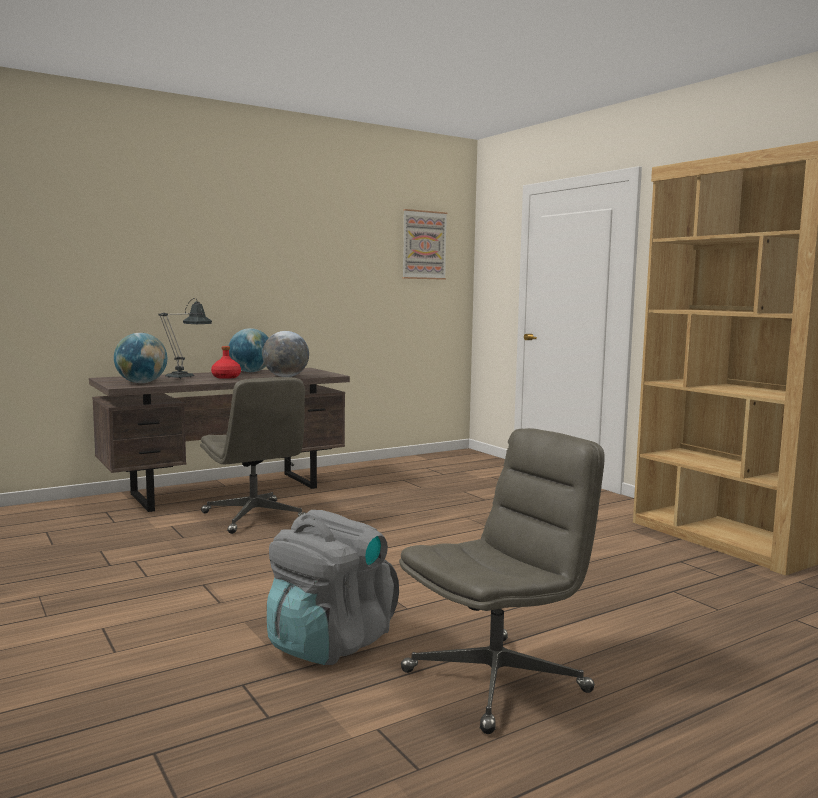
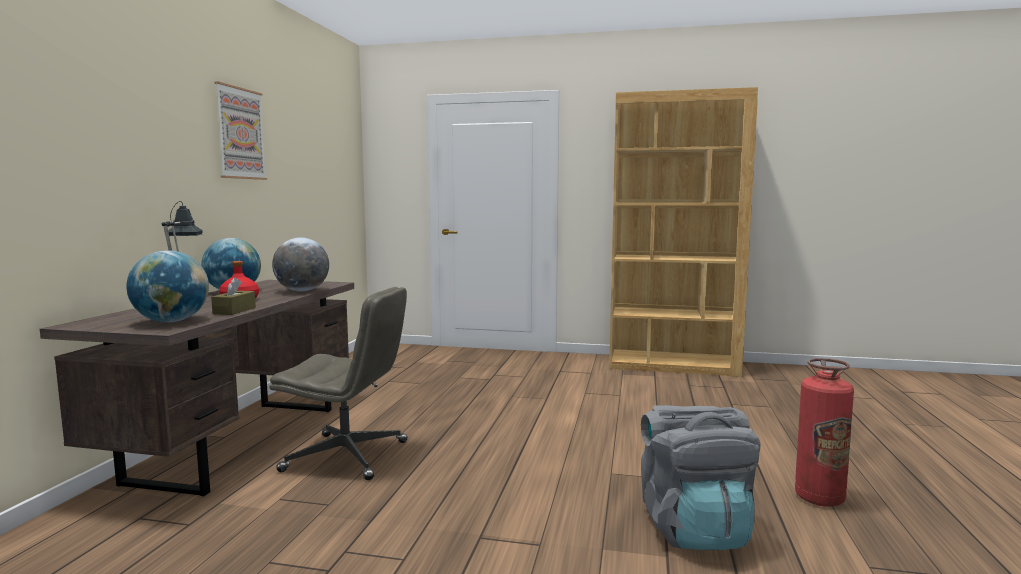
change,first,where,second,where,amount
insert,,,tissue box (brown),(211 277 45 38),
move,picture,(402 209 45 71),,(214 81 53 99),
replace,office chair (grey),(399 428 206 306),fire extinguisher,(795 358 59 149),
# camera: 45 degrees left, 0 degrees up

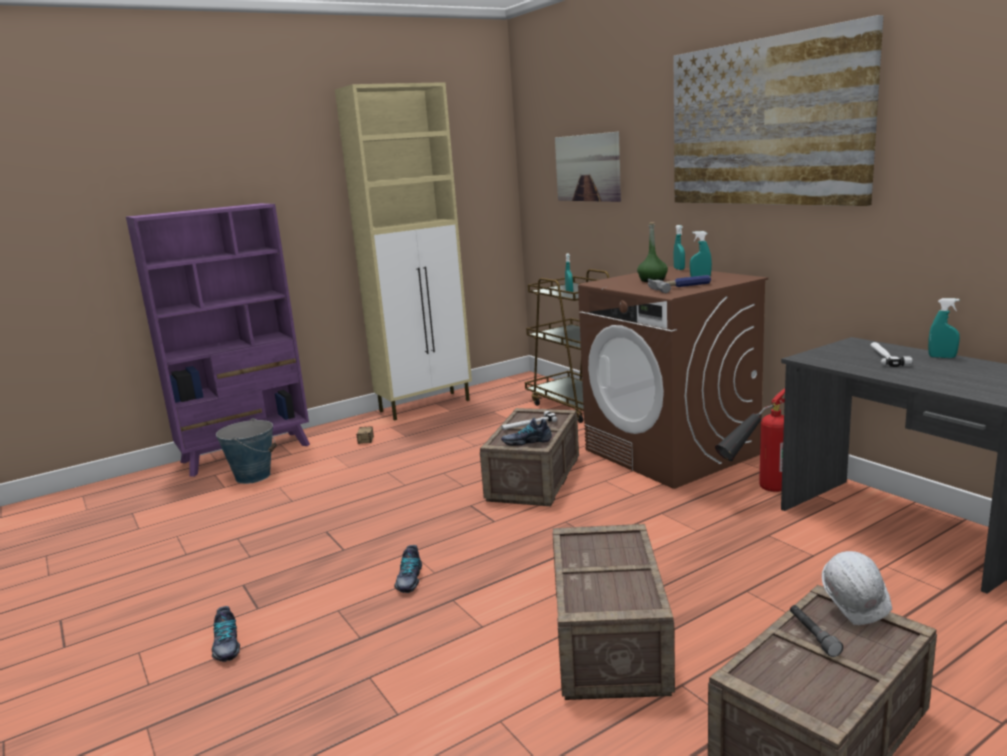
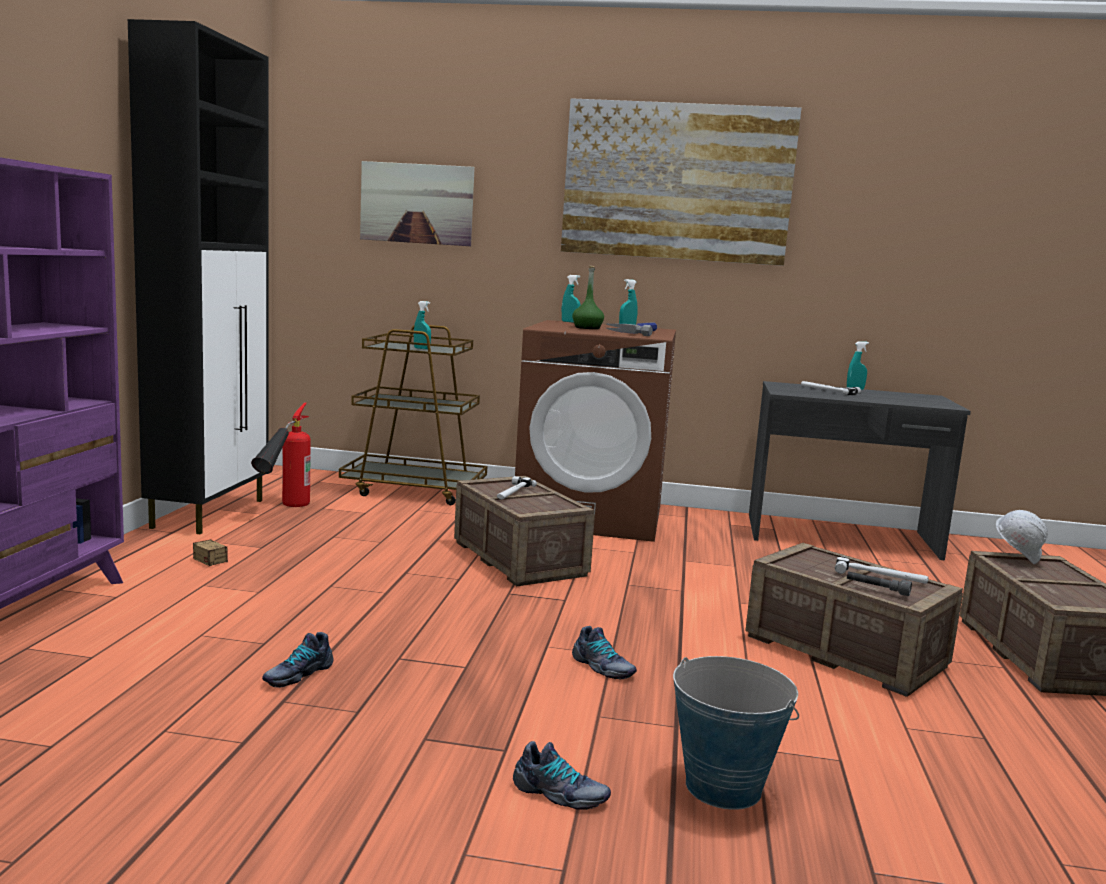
change,first,where,second,where,amount
insert,,,hammer,(835 556 94 27),
move,bucket,(216 418 61 66),,(673 656 126 154),
move,shoe,(501 418 51 28),,(262 632 72 56),
move,fire extinguisher,(715 388 70 104),,(251 403 60 104),
move,flashlight (grey),(790 605 53 52),,(847 571 65 25),
recolor,cabinet (beige),(335 82 137 338),cabinet (black),(128 19 140 515),
# camera: 50 degrees left, 5 degrees down

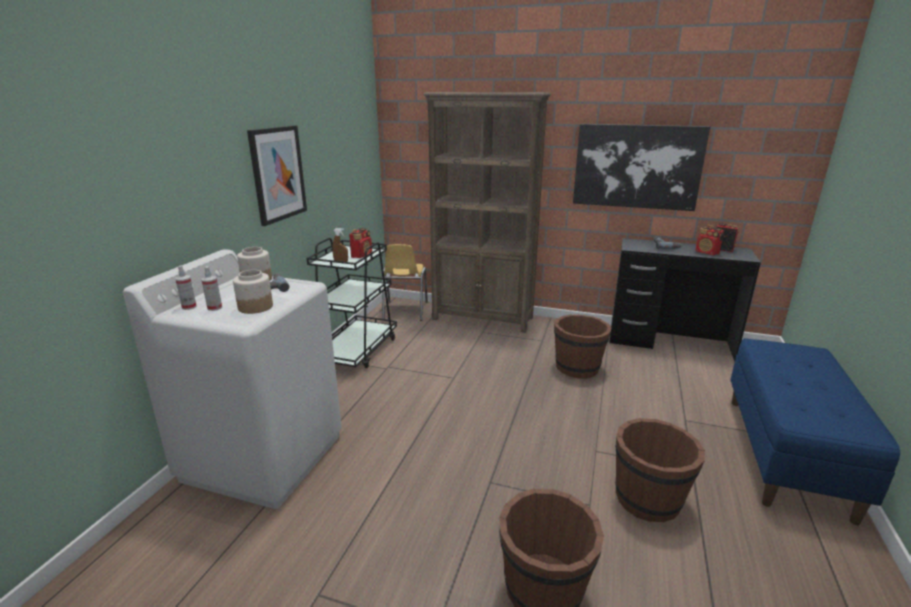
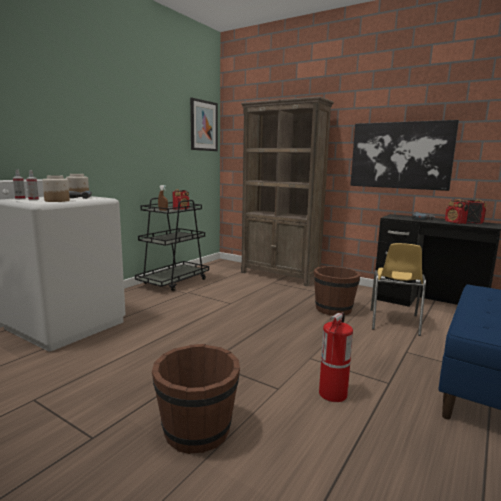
change,first,where,second,where,amount
move,picture,(247 125 60 101),,(190 98 28 53),
move,chair (yellow),(382 244 46 77),,(371 243 55 93),
replace,bucket (brown),(615 418 90 104),fire extinguisher,(319 312 34 90),
# camera: 15 degrees right, 10 degrees down

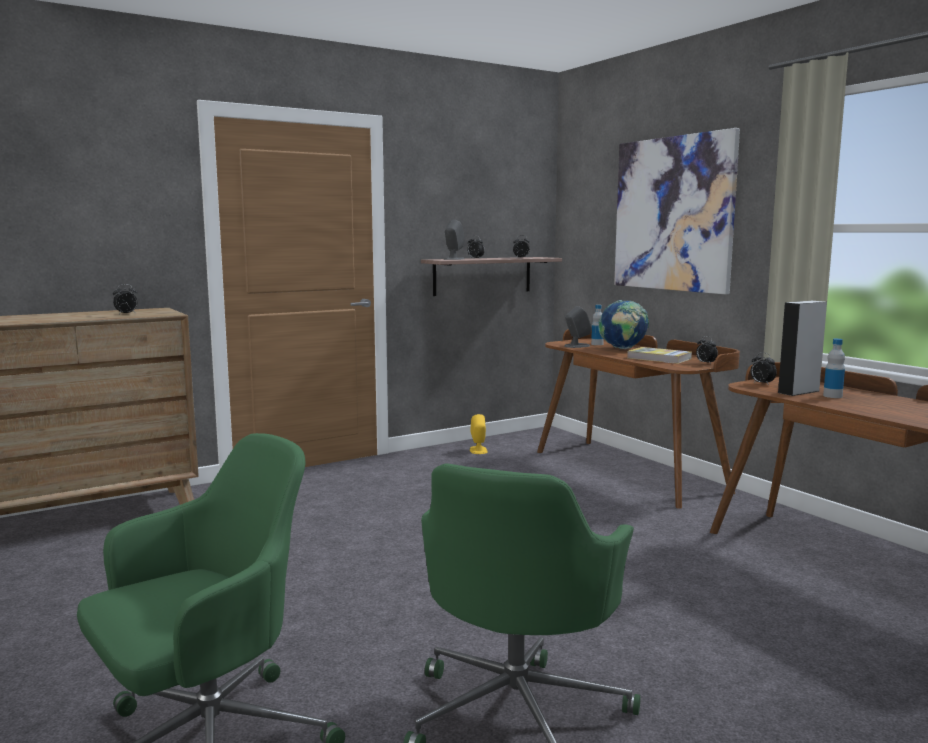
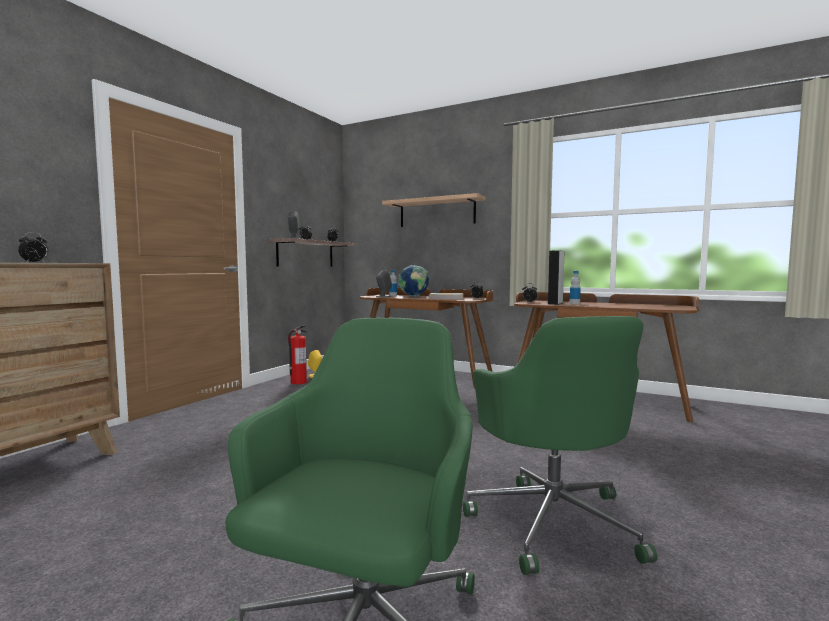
change,first,where,second,where,amount
insert,,,fire extinguisher,(288 325 19 59),
replace,picture,(614 128 126 166),shelf,(382 193 103 34),
# camera: 30 degrees left, 5 degrees down

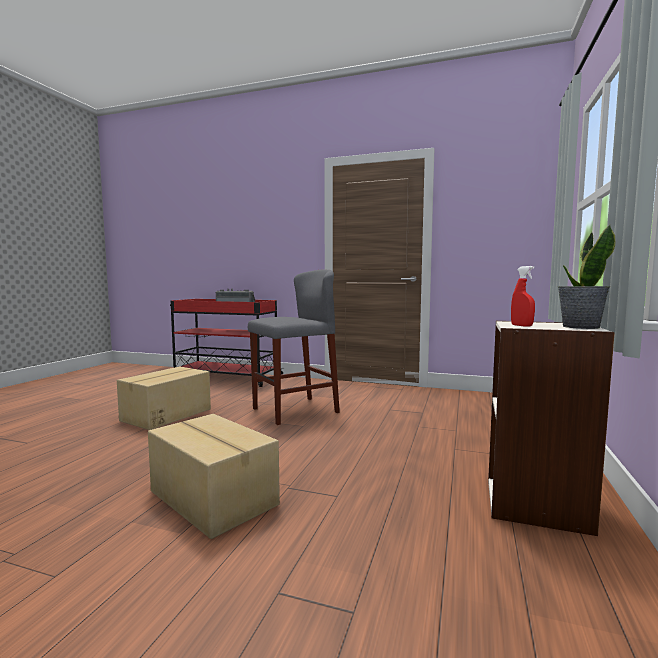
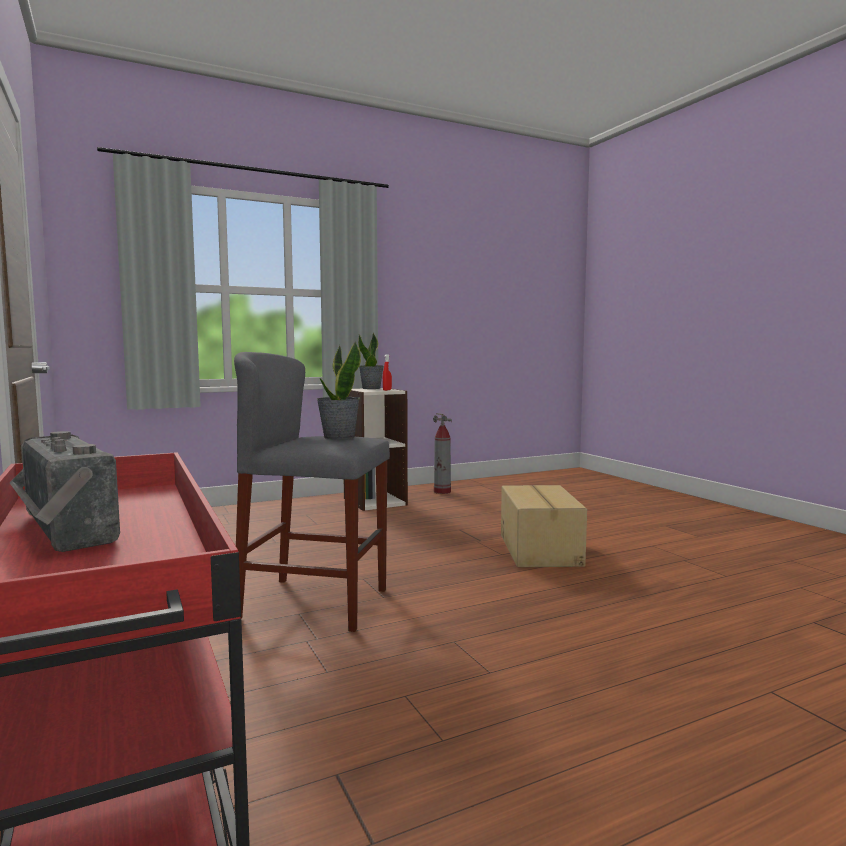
change,first,where,second,where,amount
delete,cardboard box,(117 366 94 64),,,
insert,,,potted plant,(317 341 44 98),
insert,,,fire extinguisher,(433 413 19 81),
# camera: 135 degrees left, 0 degrees up

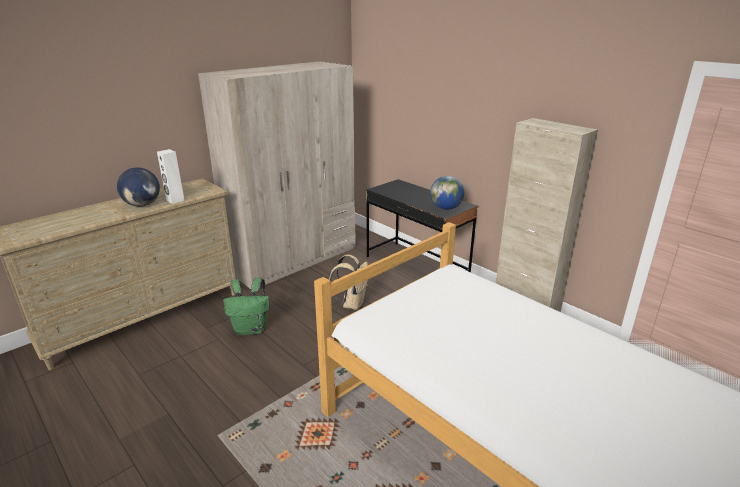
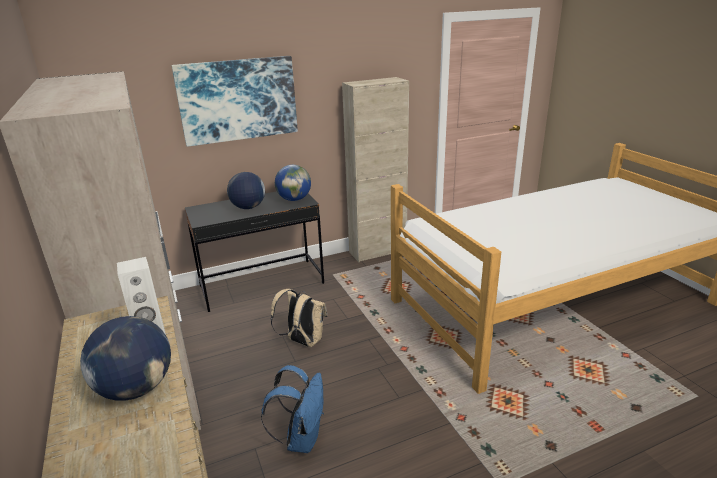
change,first,where,second,where,amount
insert,,,picture,(171 56 127 91),
insert,,,globe,(227 172 38 37),
recolor,backpack (green),(224 278 45 57),backpack (blue),(261 365 63 88),
# camera: 70 degrees left, 0 degrees up

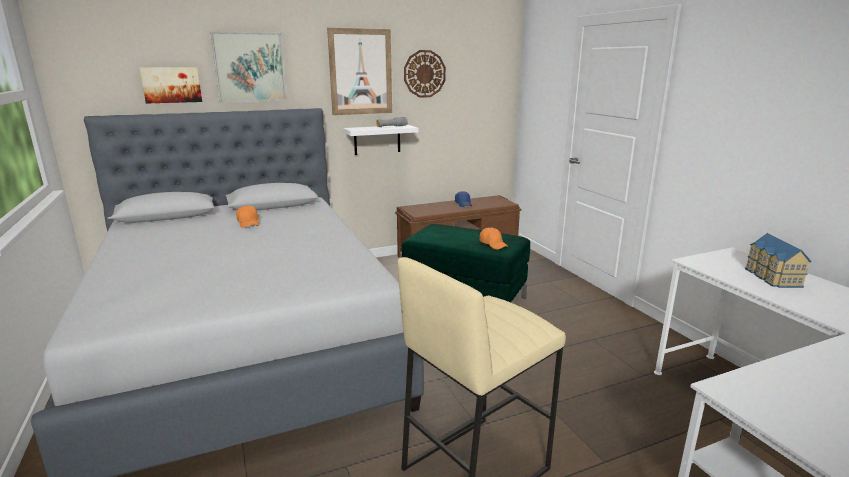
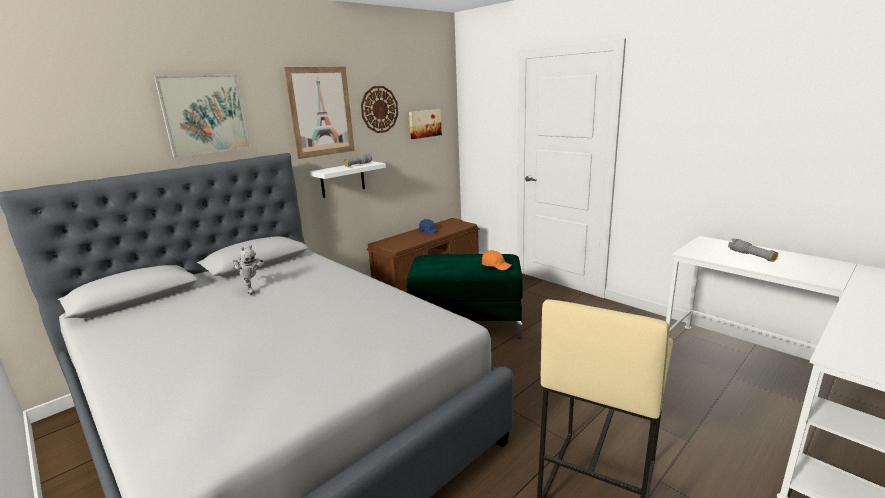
change,first,where,second,where,amount
move,picture,(139 67 63 37),,(409 109 33 30),
replace,cap (orange),(236 206 23 22),toy robot,(233 245 31 50),
replace,toy house,(745 233 66 55),flashlight (grey),(728 238 50 24),
# camera: 20 degrees left, 0 degrees up

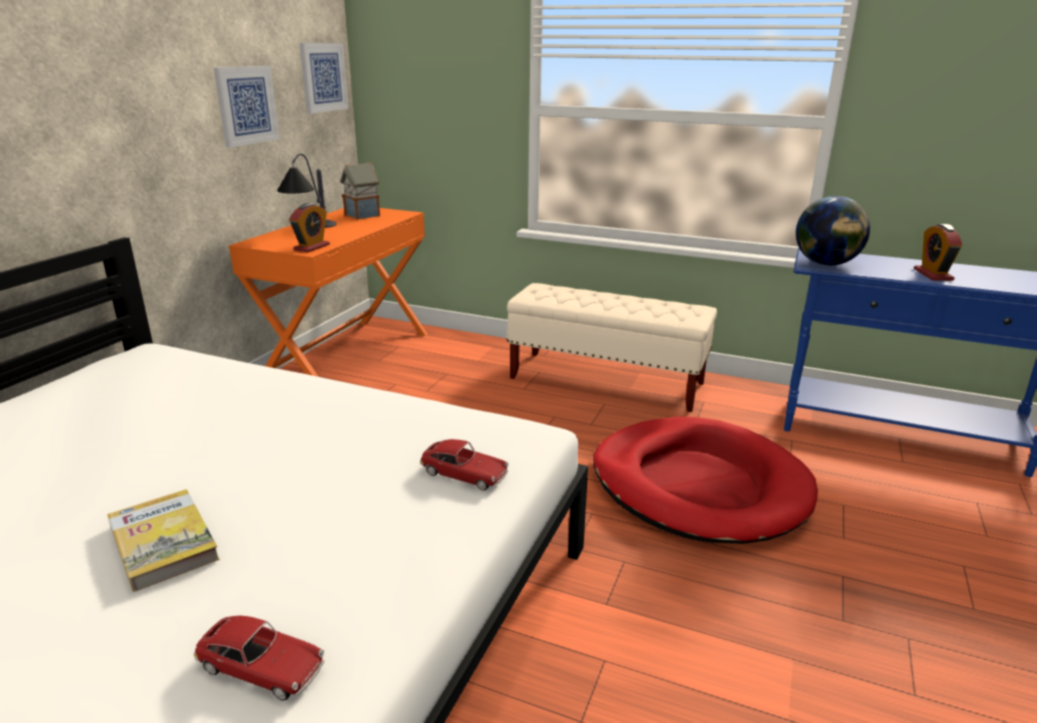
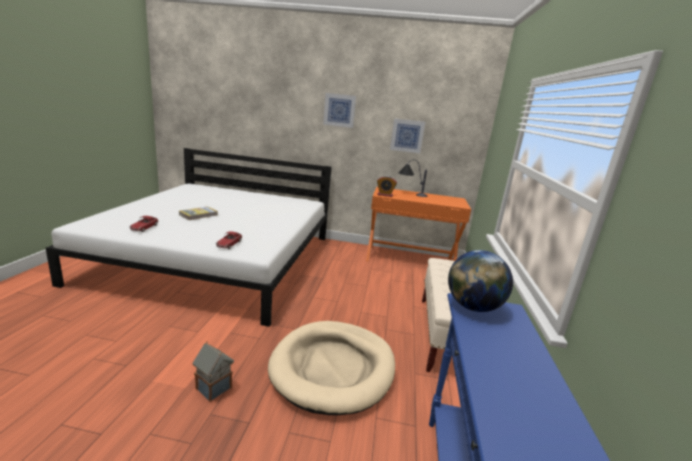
change,first,where,second,where,amount
delete,alarm clock,(914 224 48 57),,,
move,picture,(299 43 50 71),,(323 93 33 35),
move,toy house,(340 162 40 58),,(193 342 41 60),
recolor,dog bed (red),(593 417 225 127),dog bed (beige),(268 321 127 94),
# camera: 75 degrees right, 5 degrees down

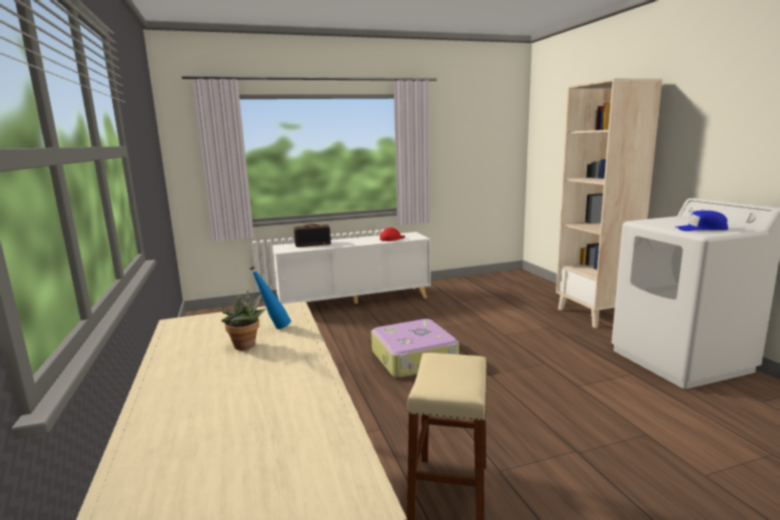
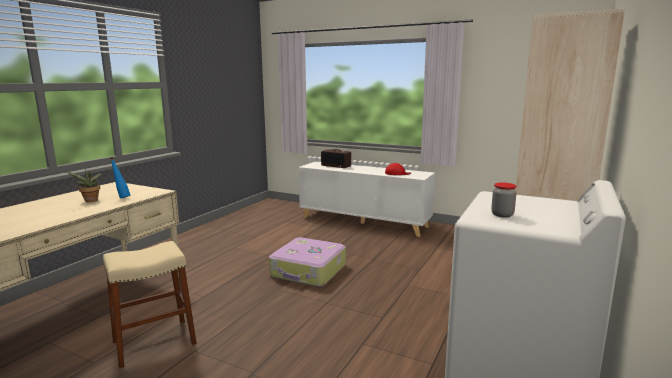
change,first,where,second,where,amount
replace,cap (blue),(676 210 52 21),jar,(491 182 26 36),
# camera: 45 degrees right, 0 degrees up

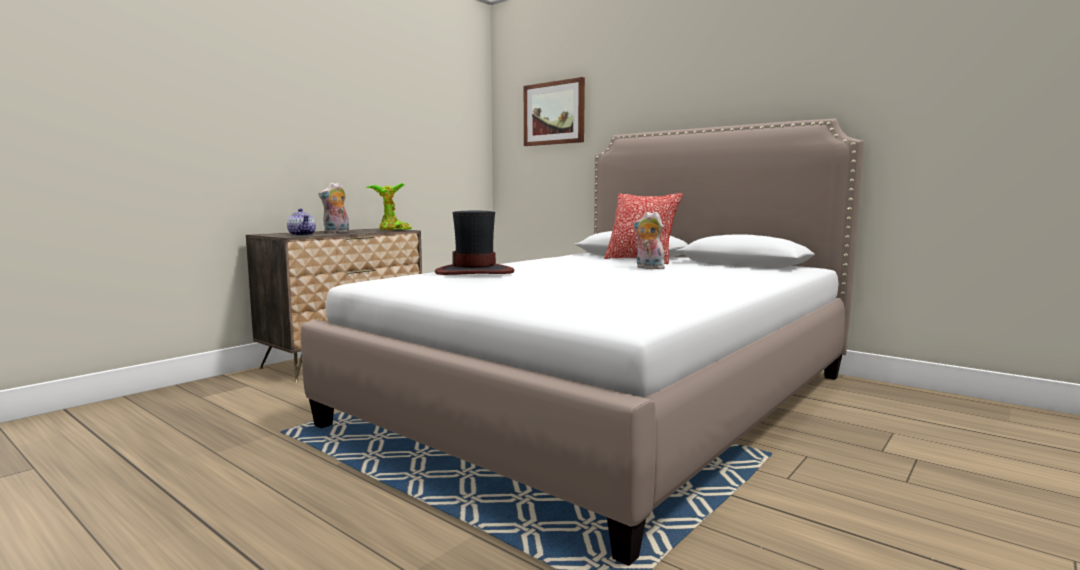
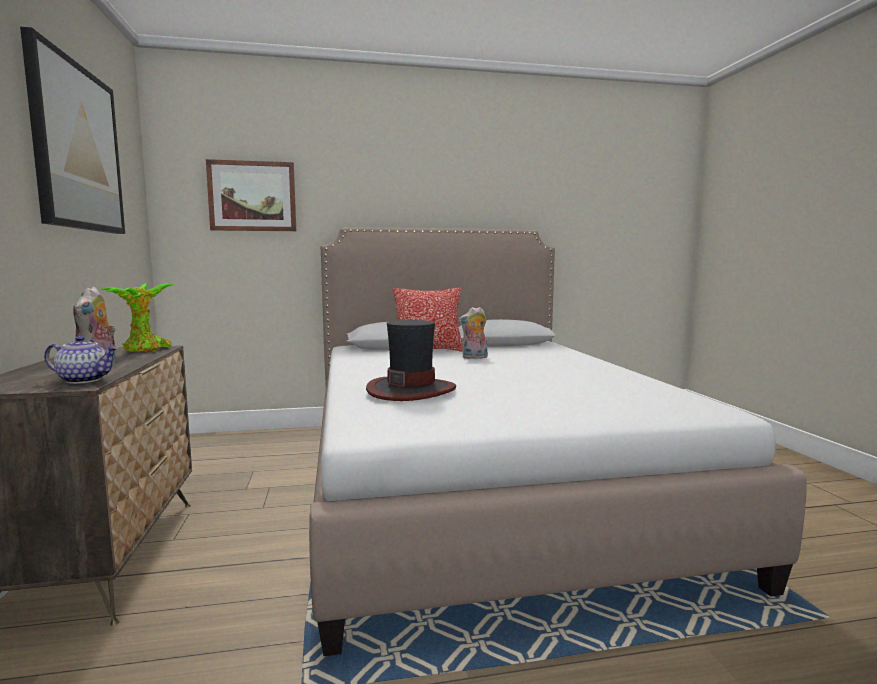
change,first,where,second,where,amount
insert,,,picture,(20 27 105 207),
# camera: 50 degrees left, 0 degrees up

